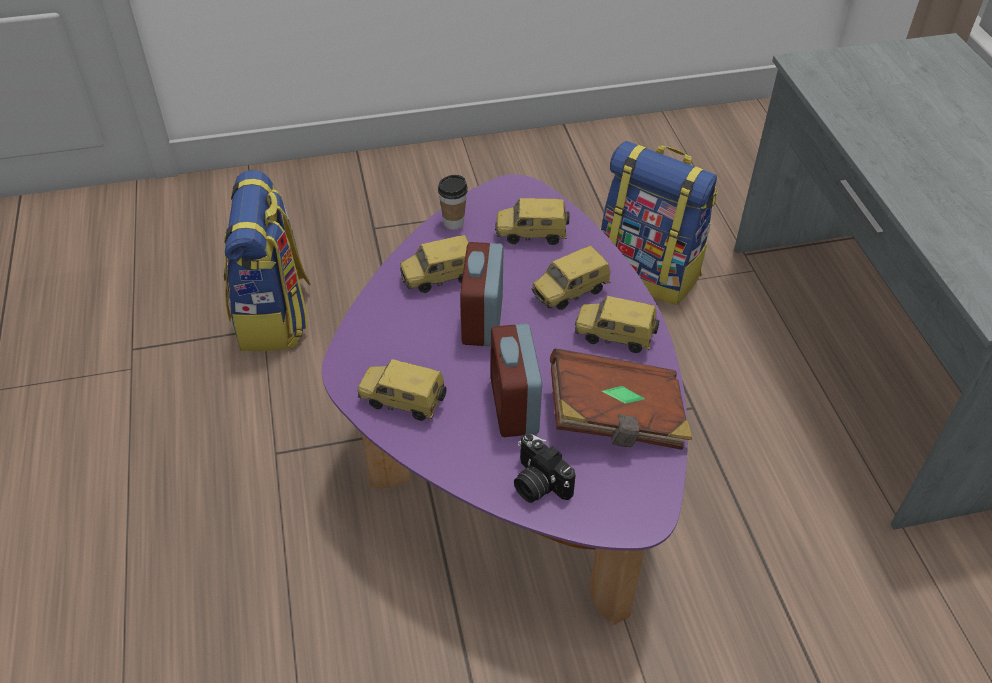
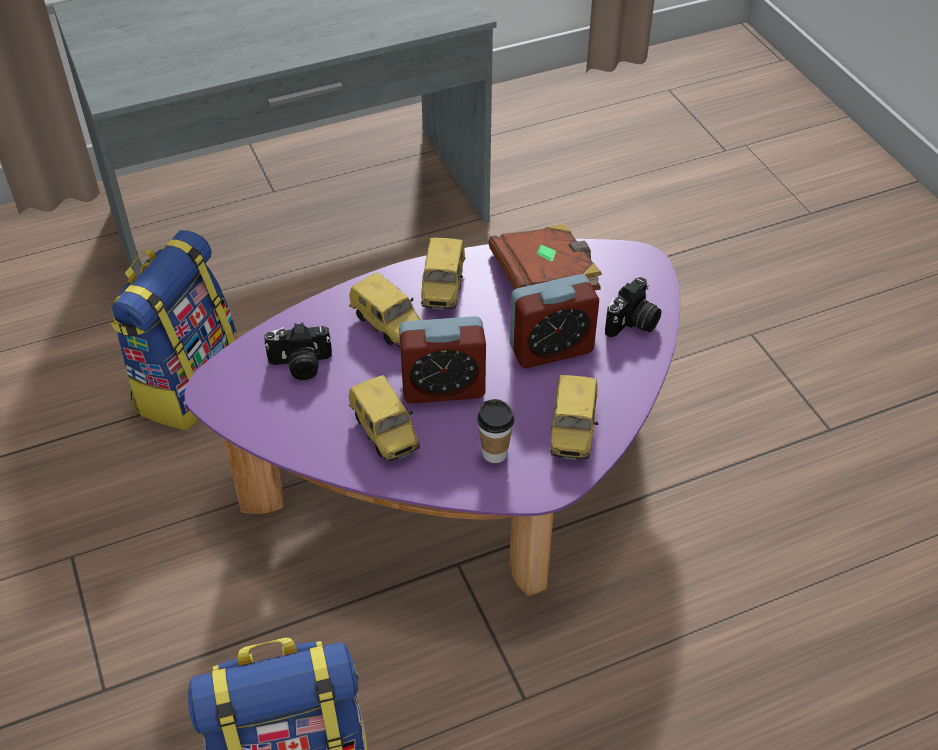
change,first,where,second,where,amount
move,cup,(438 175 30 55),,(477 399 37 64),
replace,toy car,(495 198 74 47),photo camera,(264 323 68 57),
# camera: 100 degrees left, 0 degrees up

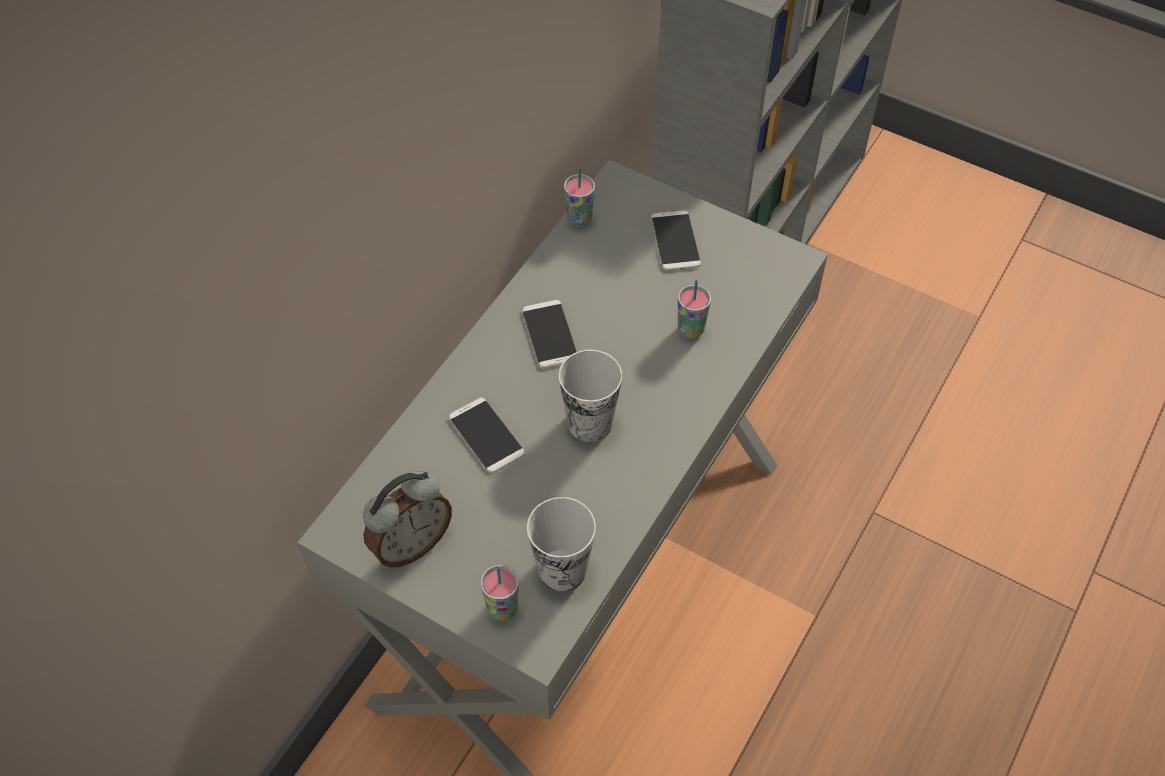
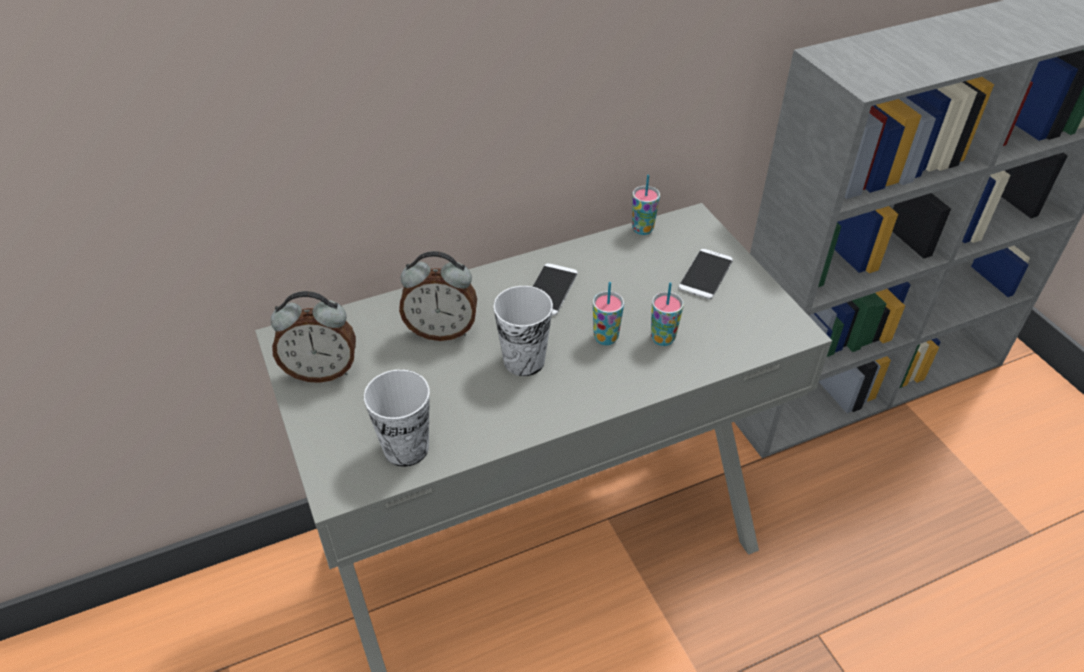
change,first,where,second,where,amount
move,cup,(481 565 38 56),,(593 282 31 63),
replace,phone,(449 398 76 75),alarm clock,(399 251 78 90),
# camera: 35 degrees right, 10 degrees down

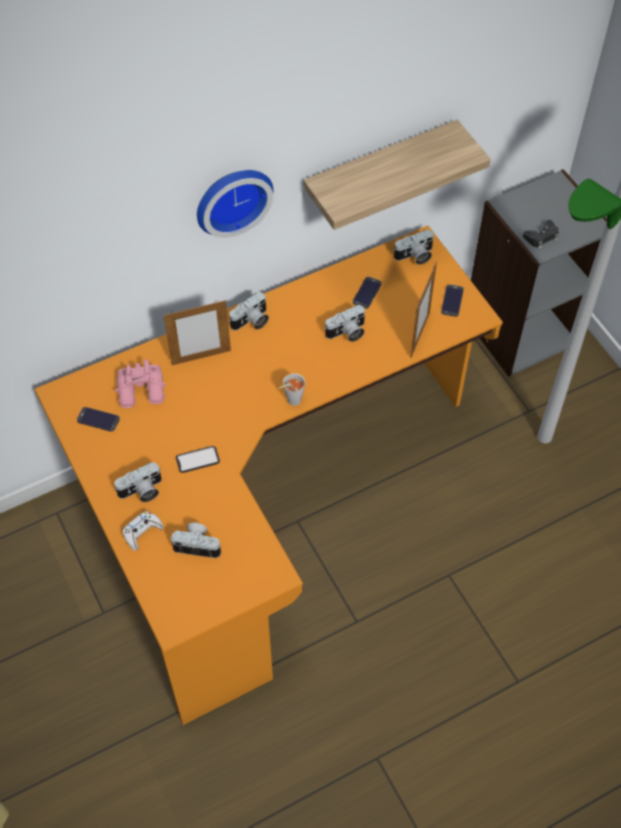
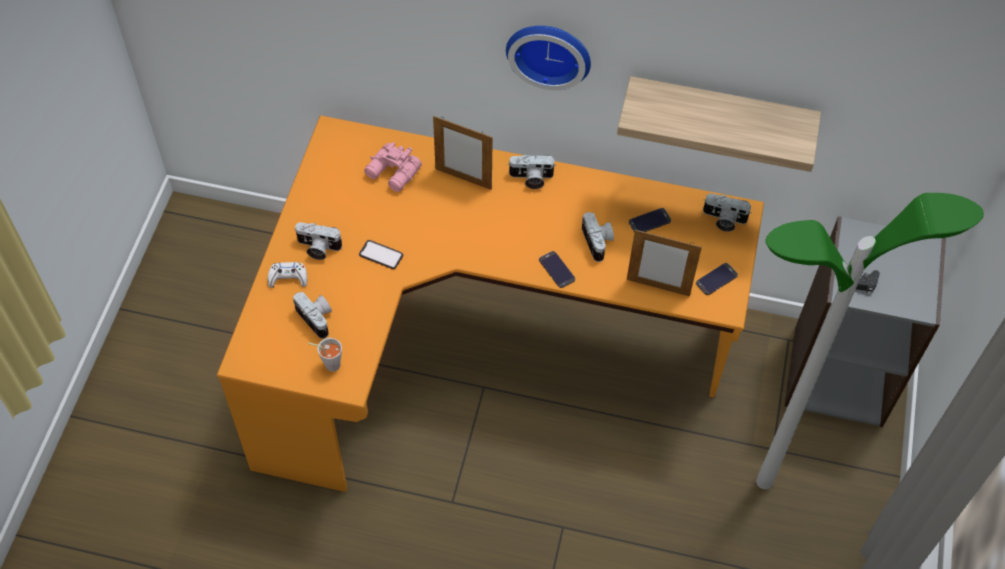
change,first,where,second,where,amount
move,phone,(77 407 43 25),,(539 251 36 37),
move,cup (grey),(279 373 26 33),,(308 338 34 34),
rotate,photo camera,(325 305 40 37),,(582 212 32 50),120 degrees counterclockwise
rotate,picture frame,(410 262 27 96),,(627 230 75 66),45 degrees clockwise
# camera: 40 degrees right, 0 degrees up

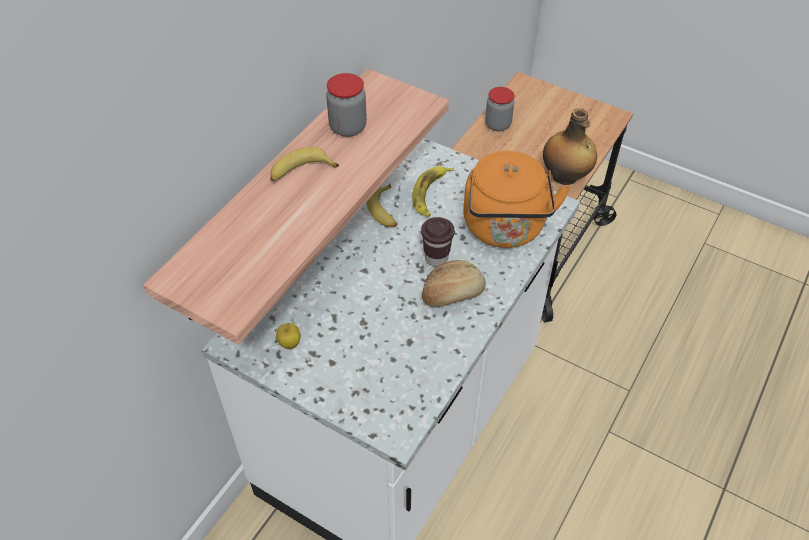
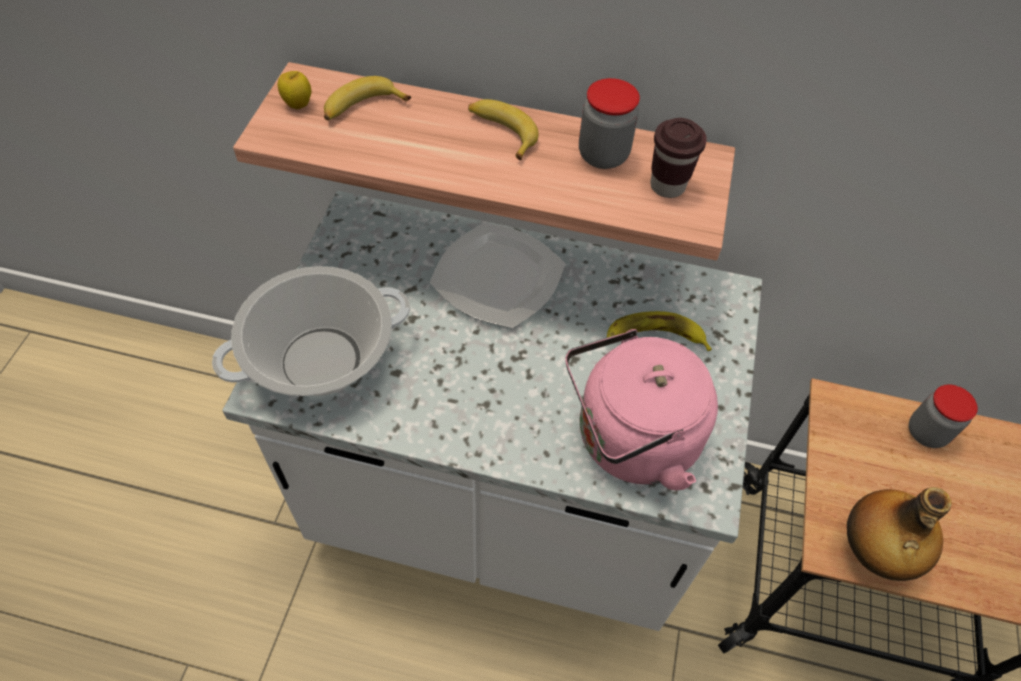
change,first,where,second,where,amount
delete,bread,(422 260 64 47),,,
insert,,,cooking pot,(212 266 198 130),
insert,,,plate,(430 222 135 106),
move,apple,(276 323 25 26),,(278 71 33 38),
move,banana,(366 184 32 43),,(324 76 87 44),
move,cup (brown),(421 217 34 49),,(650 118 57 80),
recolor,kettle (orange),(463 151 108 97),kettle (pink),(565 329 153 161),
# camera: 70 degrees right, 5 degrees up

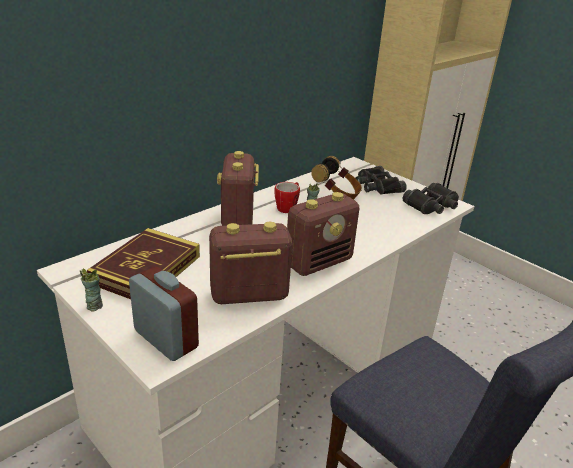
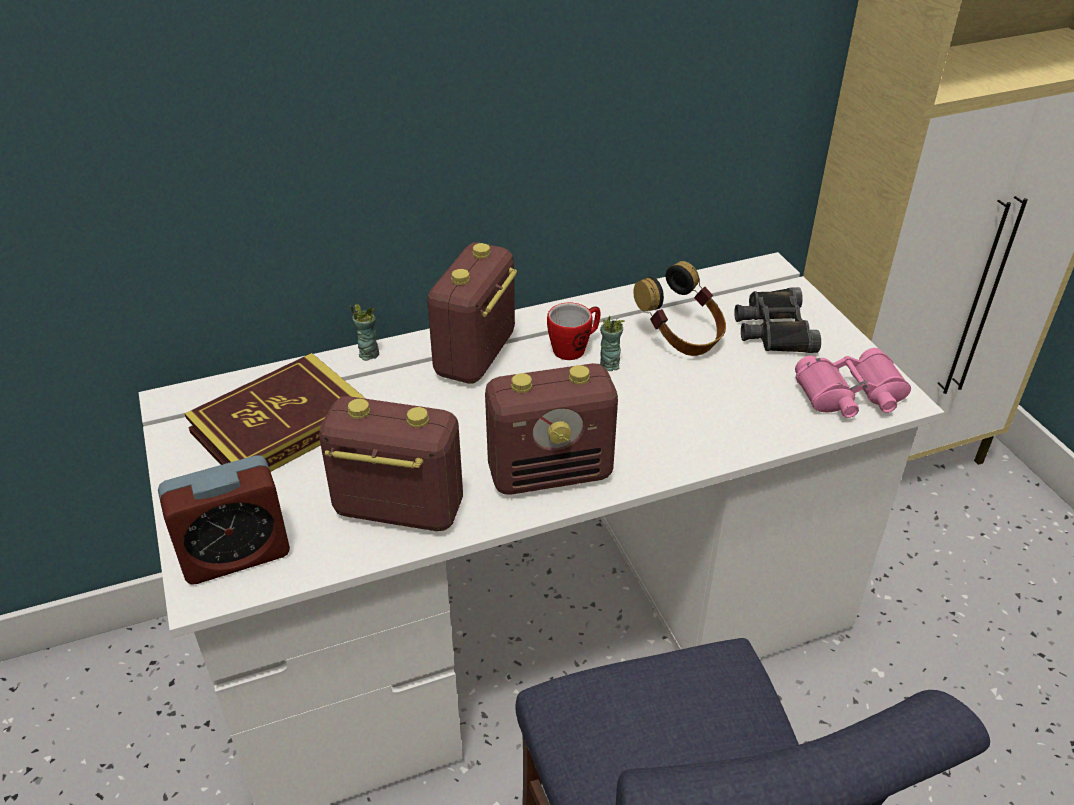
change,first,where,second,where,amount
move,cup,(80 268 23 44),,(350 304 29 57),
recolor,binoculars (black),(403 183 56 31),binoculars (pink),(795 348 116 70),
rotate,alarm clock,(129 267 70 94),,(158 455 132 130),90 degrees clockwise
# camera: 25 degrees right, 10 degrees up

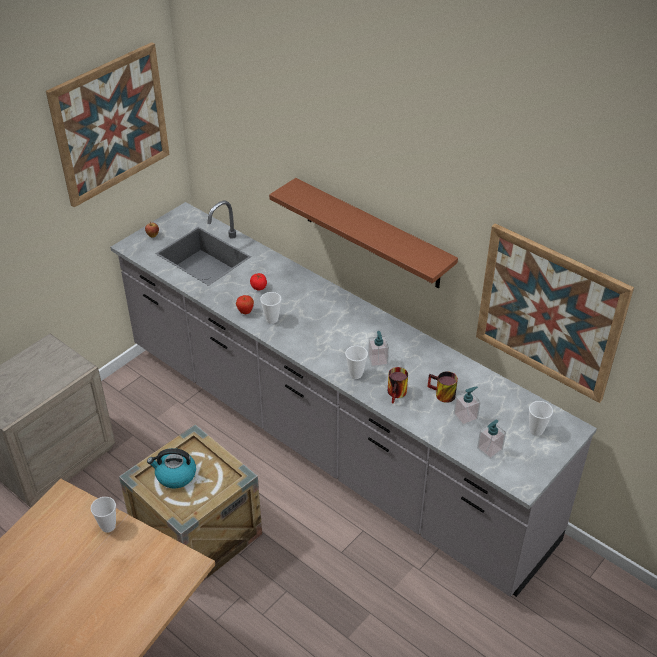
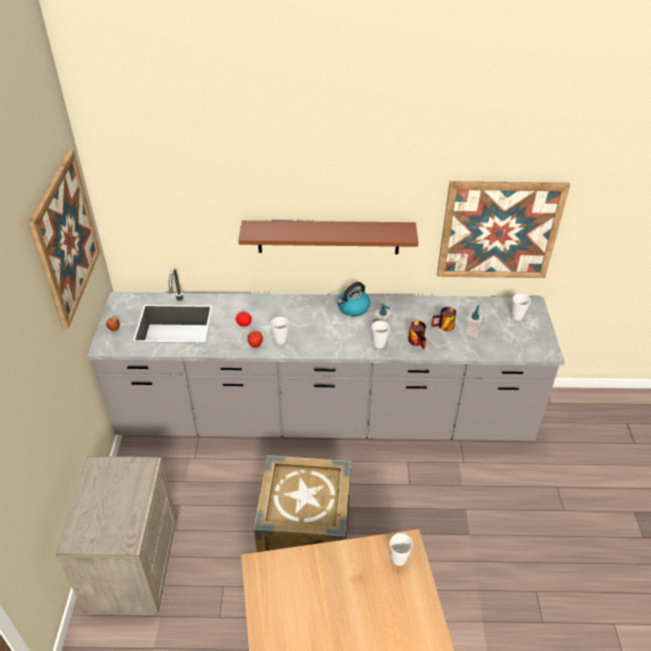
change,first,where,second,where,amount
delete,soap dispenser,(477 420 29 39),,,
move,cup,(91 497 25 36),,(389 533 24 33),
move,kettle,(147 448 49 41),,(337 282 33 34),
# camera: 40 degrees left, 0 degrees up

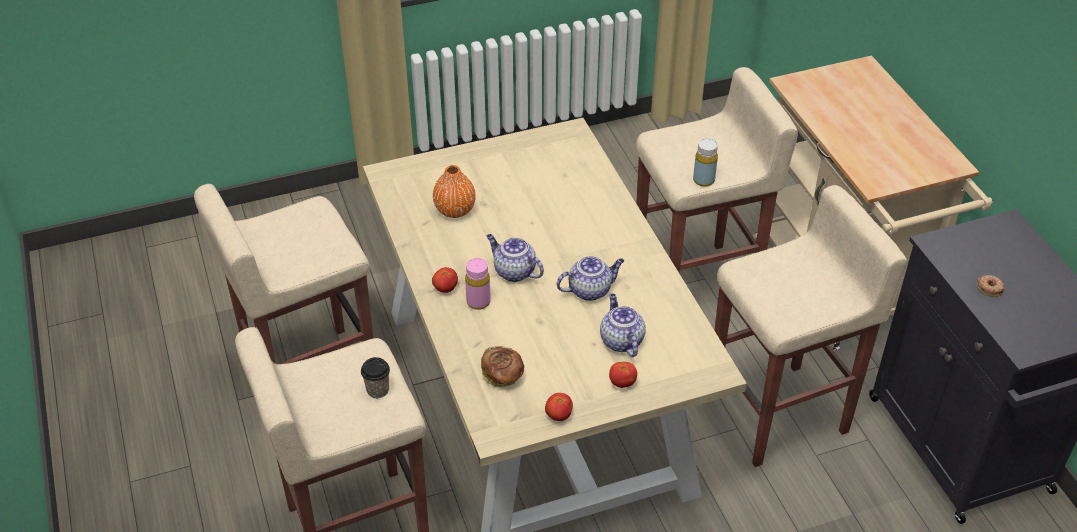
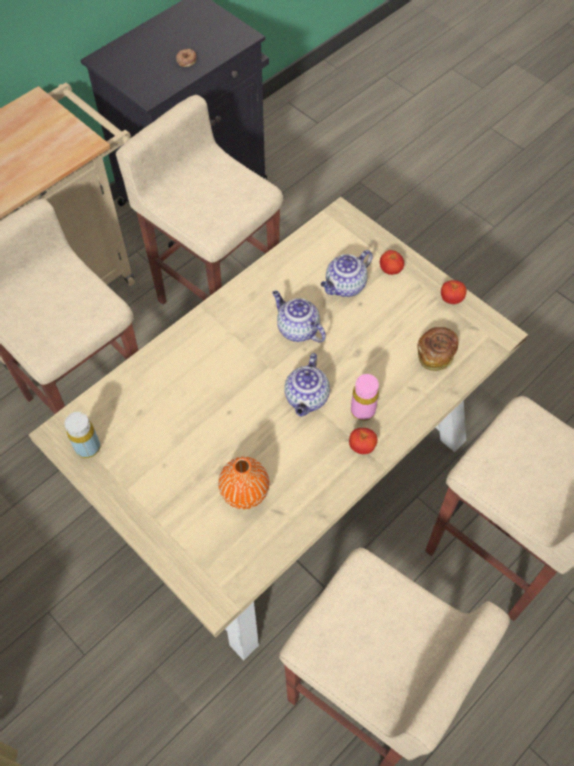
change,first,where,second,where,amount
delete,cup,(361 357 29 41),,,
move,bottle (yellow),(693 138 25 49),,(65 412 35 46),
# camera: 115 degrees left, 15 degrees up

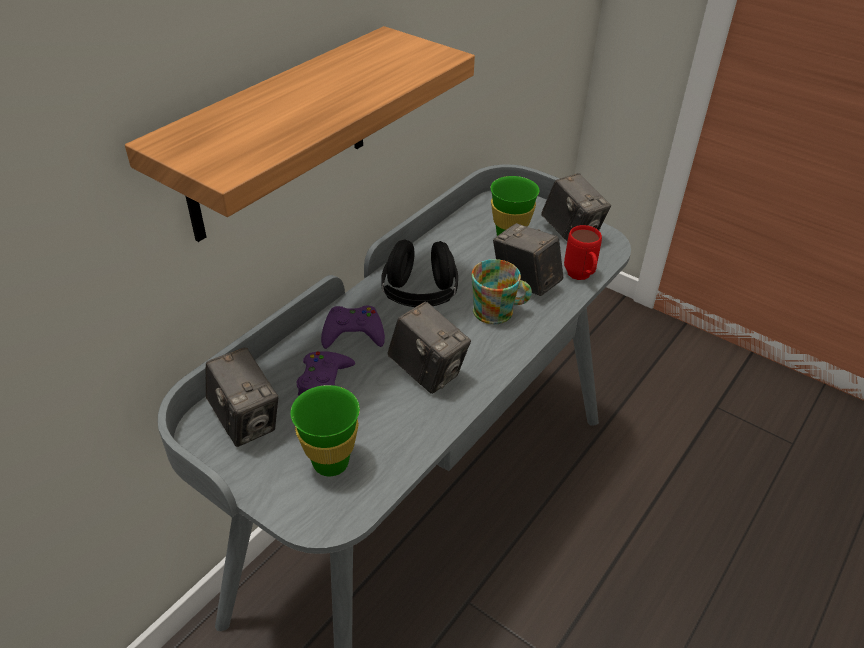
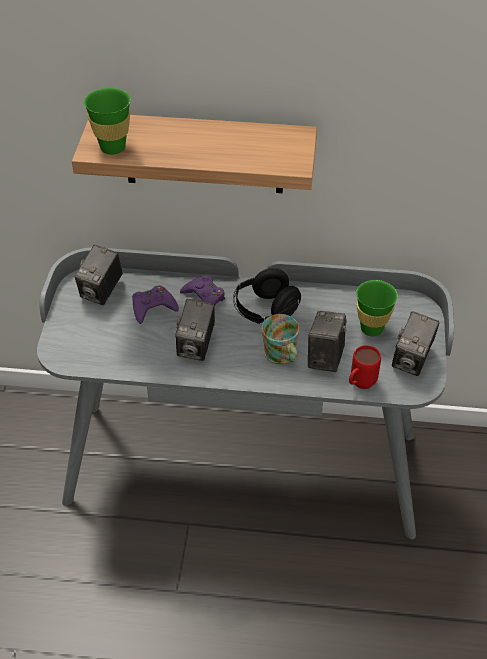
change,first,where,second,where,amount
move,cup (green),(290 385 70 91),,(84 88 47 67),
# camera: 60 degrees right, 5 degrees up

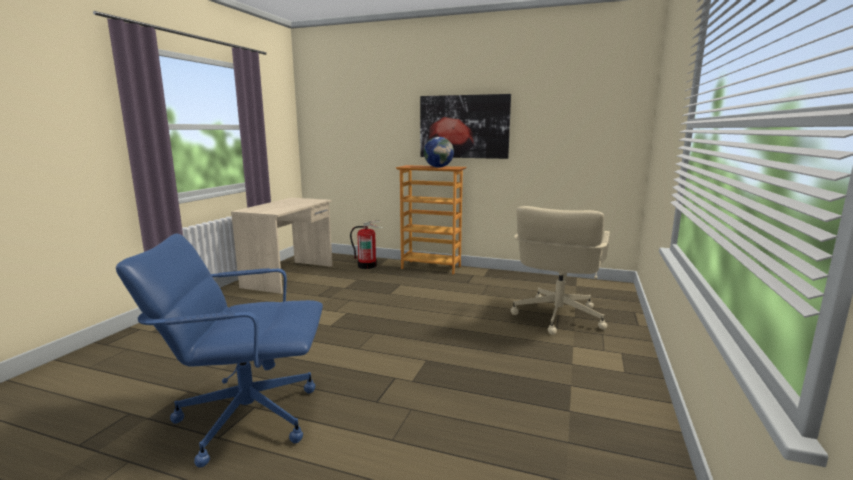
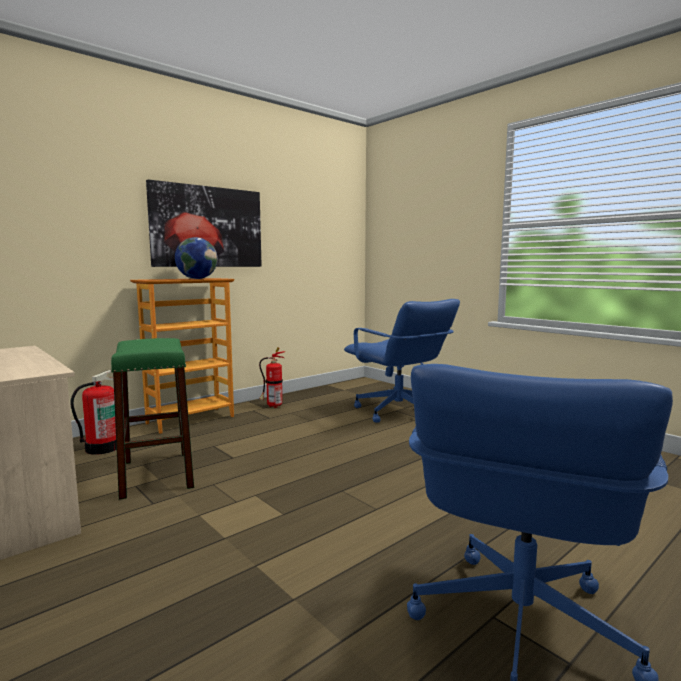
change,first,where,second,where,amount
insert,,,stool (green),(111 338 83 162),
insert,,,fire extinguisher,(259 348 26 60),
recolor,office chair (beige),(511 206 99 129),office chair (blue),(344 299 116 124),
# camera: 60 degrees left, 5 degrees down

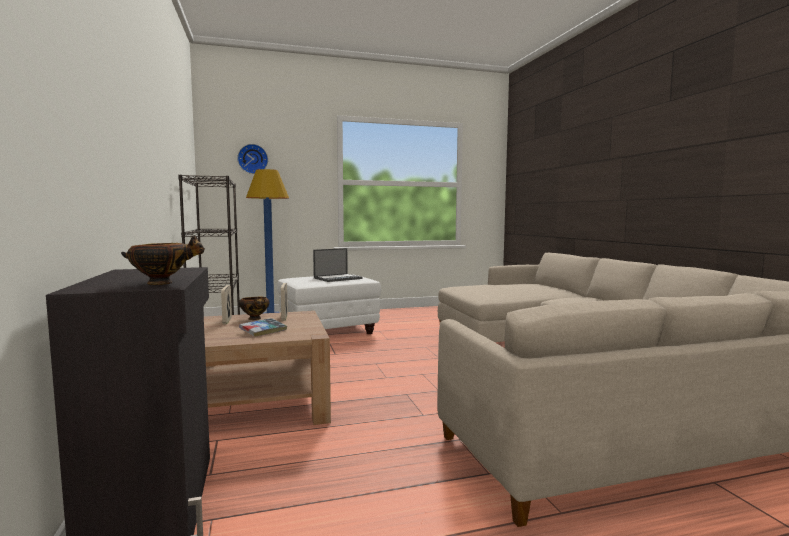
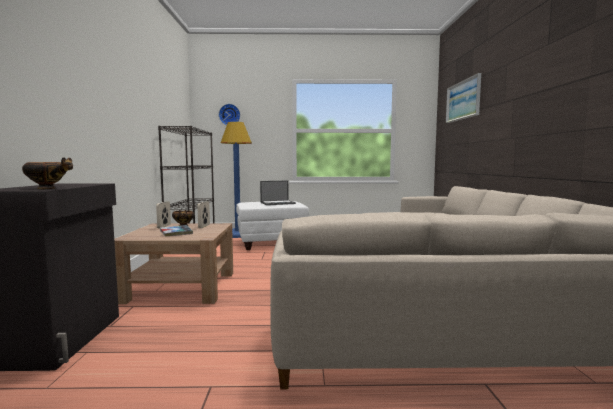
change,first,where,second,where,amount
insert,,,picture,(446 73 35 50),
# camera: 15 degrees right, 0 degrees up

